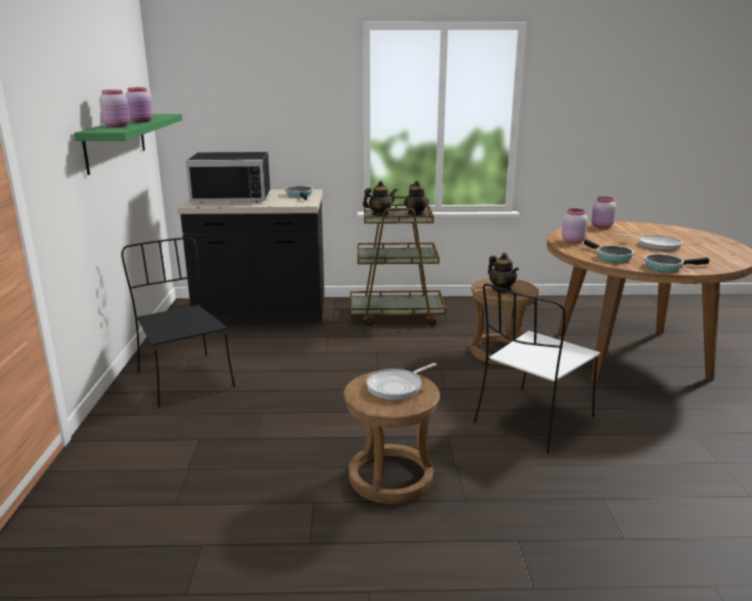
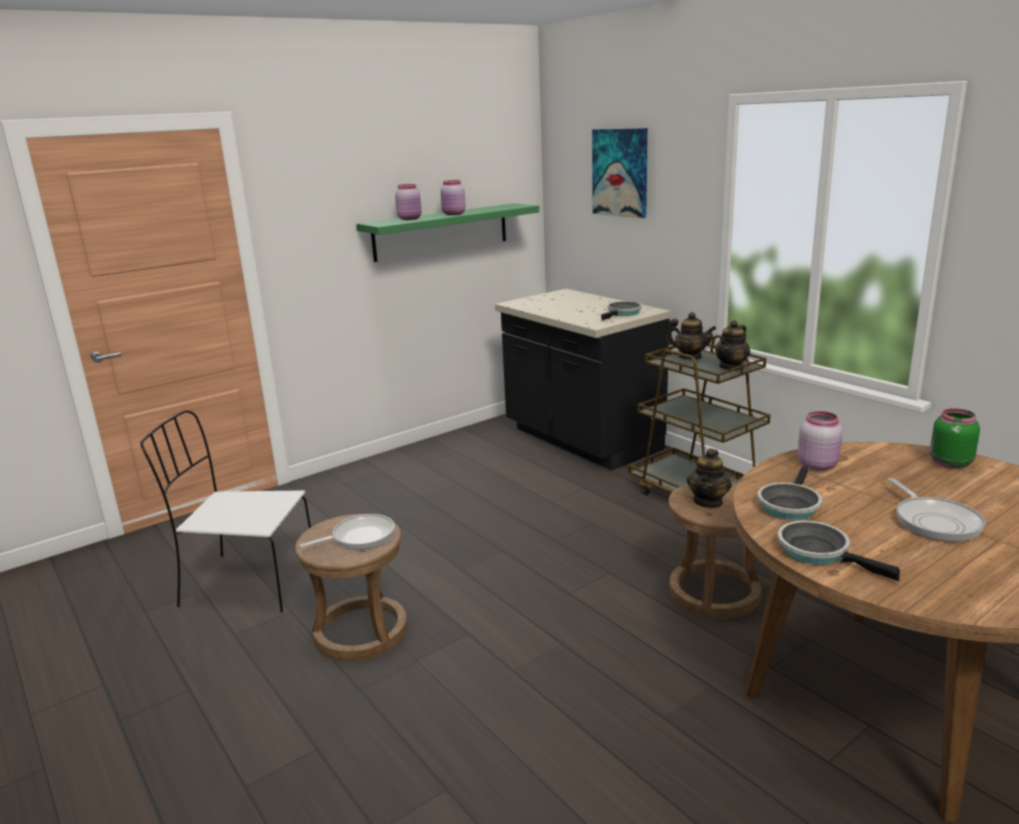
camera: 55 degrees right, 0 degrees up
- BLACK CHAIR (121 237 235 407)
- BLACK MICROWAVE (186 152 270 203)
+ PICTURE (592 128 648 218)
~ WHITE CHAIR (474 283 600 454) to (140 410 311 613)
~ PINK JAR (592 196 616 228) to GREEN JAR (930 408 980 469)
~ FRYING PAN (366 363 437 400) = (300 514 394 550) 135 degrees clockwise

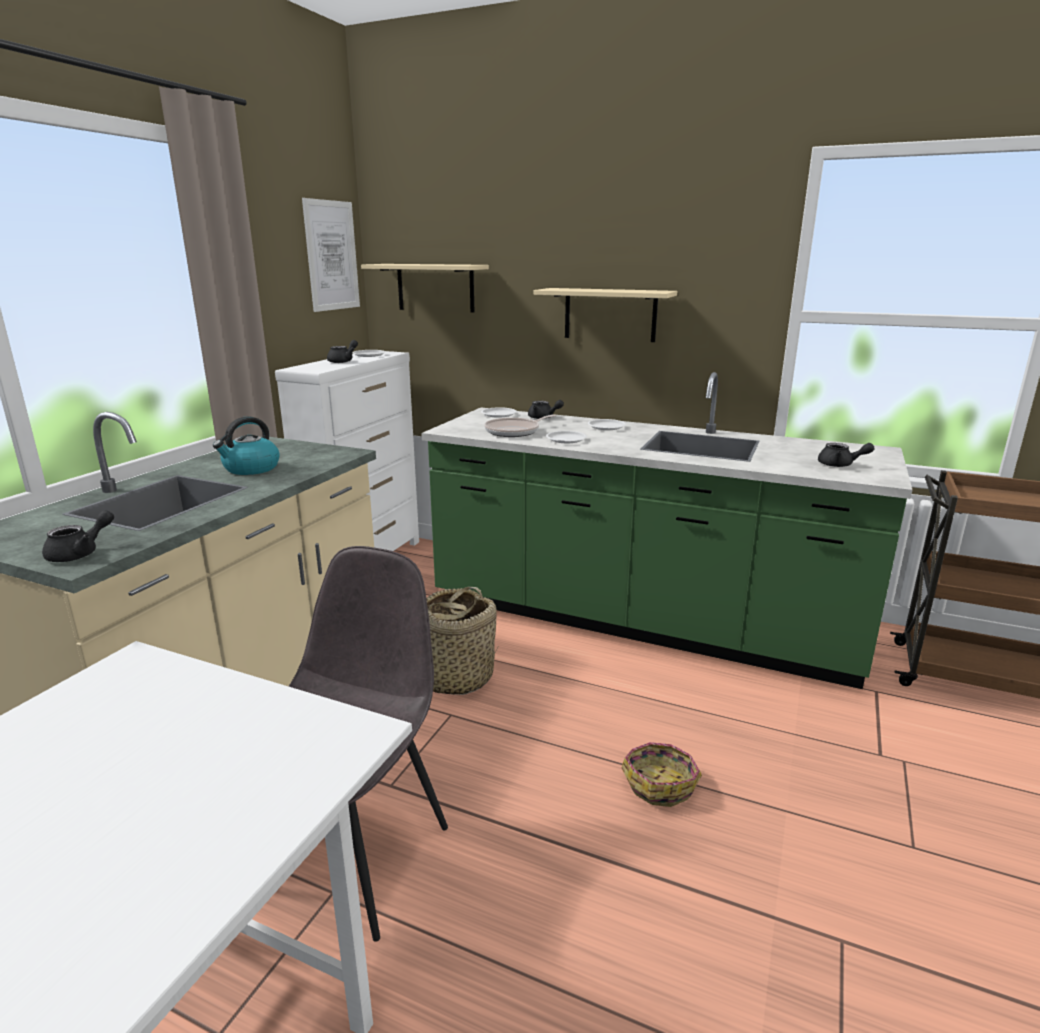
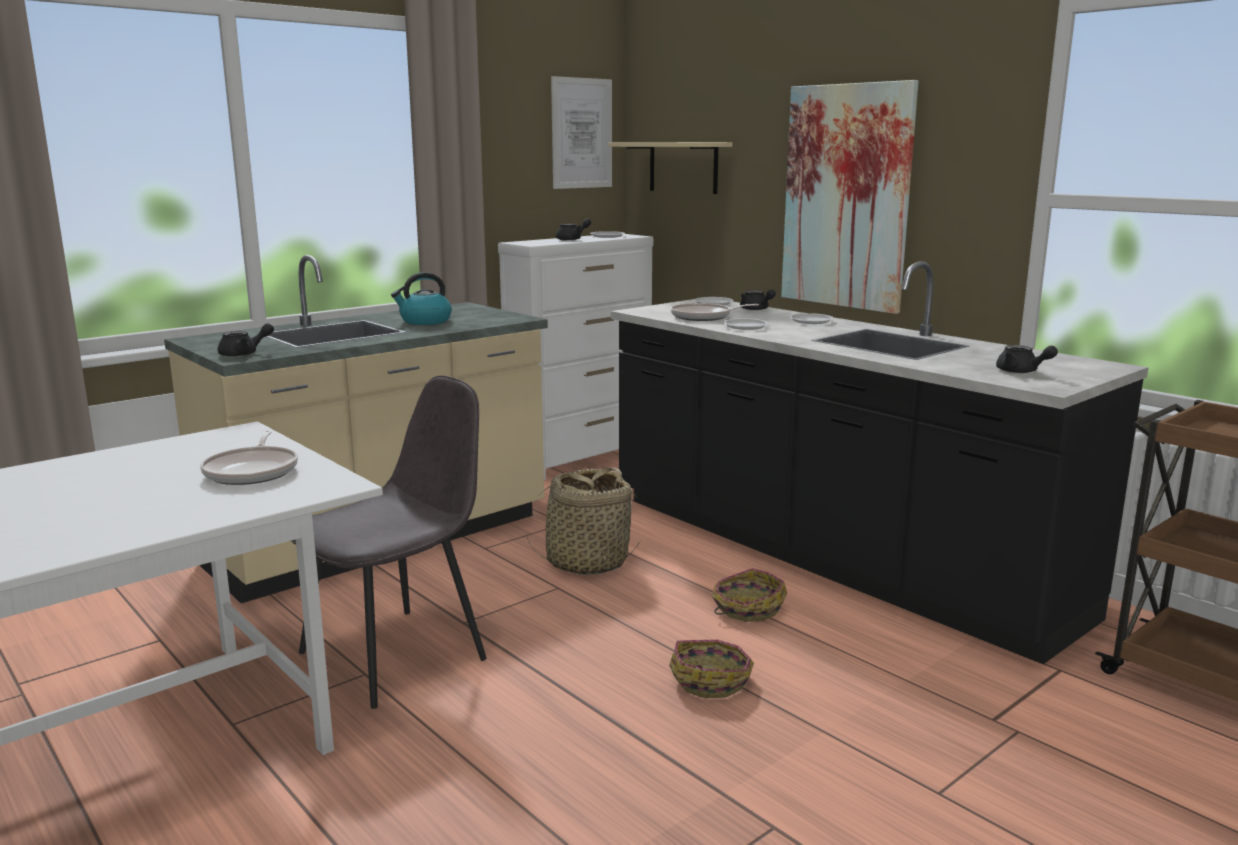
camera: 25 degrees right, 5 degrees down
+ FRYING PAN (200 431 298 485)
+ BASKET (712 568 787 622)
~ BEIGE SHELF (533 288 677 342) to PICTURE (781 80 919 314)
~ GREEN COUNTER (421 372 912 689) to BLACK COUNTER (611 261 1149 664)

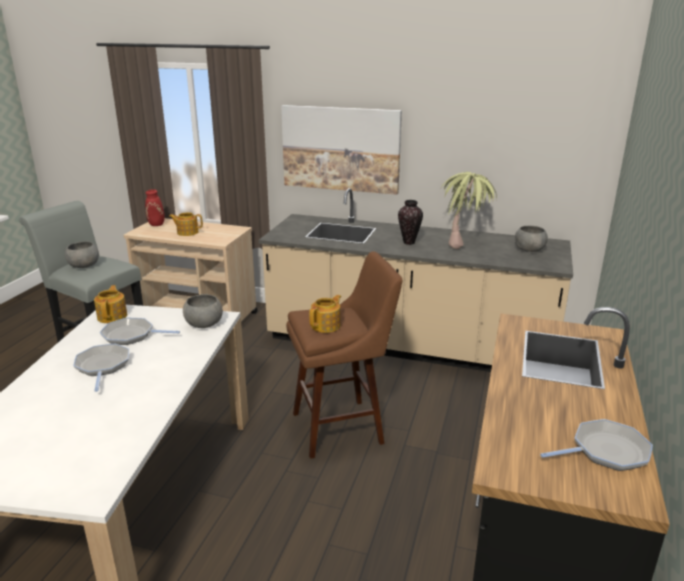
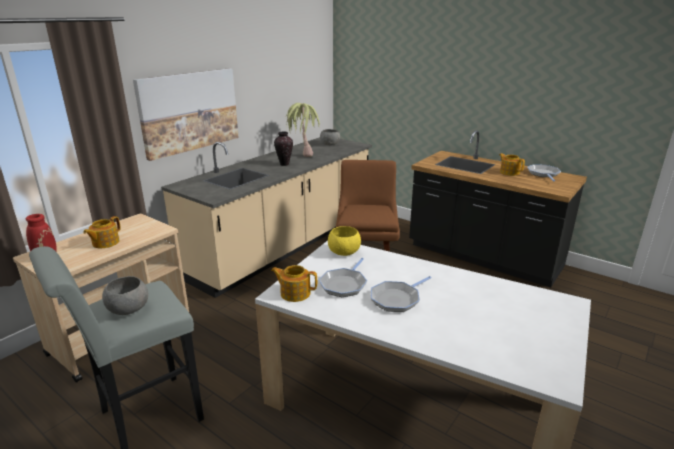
camera: 70 degrees left, 0 degrees up
~ TEAPOT (309 295 341 333) to (499 153 525 176)
~ GREY BOWL (183 294 223 328) to YELLOW BOWL (328 226 361 256)
~ FRYING PAN (73 344 129 392) = (371 276 432 312) 45 degrees counterclockwise

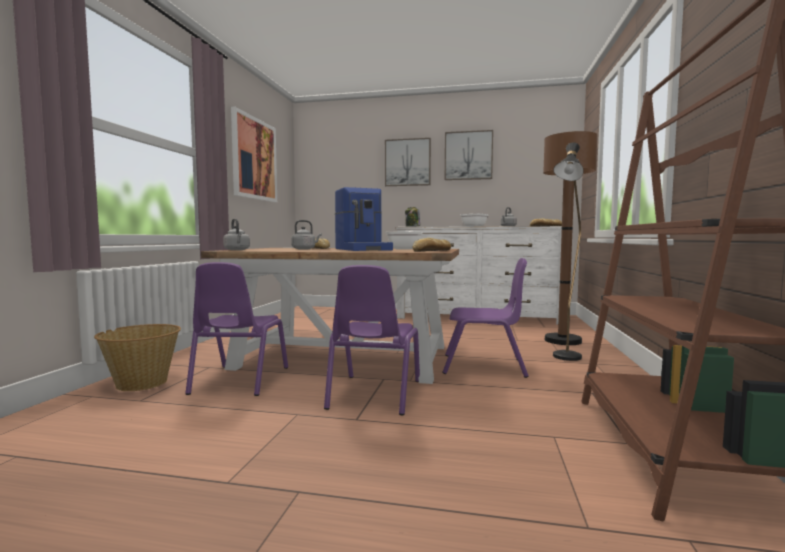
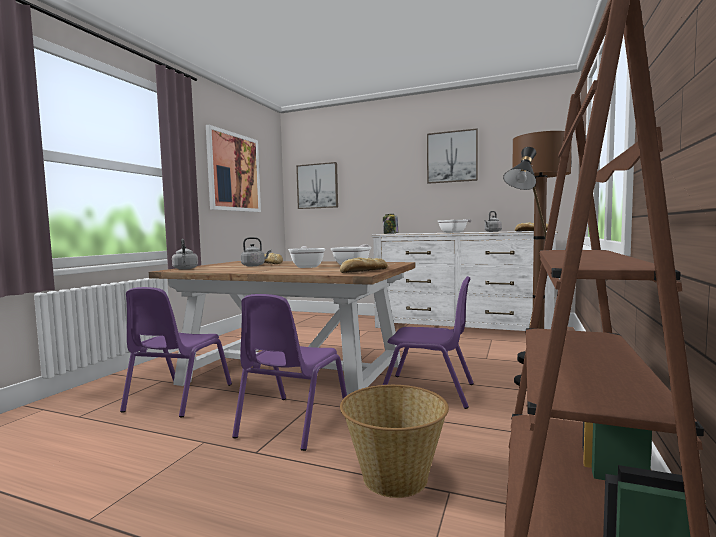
camera: 10 degrees right, 0 degrees up
~ BASKET (94 324 181 391) to (340 385 449 498)
~ PICTURE (385 138 431 186) to (296 162 338 209)
~ COFFEE MACHINE (335 187 393 251) to FRYING PAN (288 246 325 268)

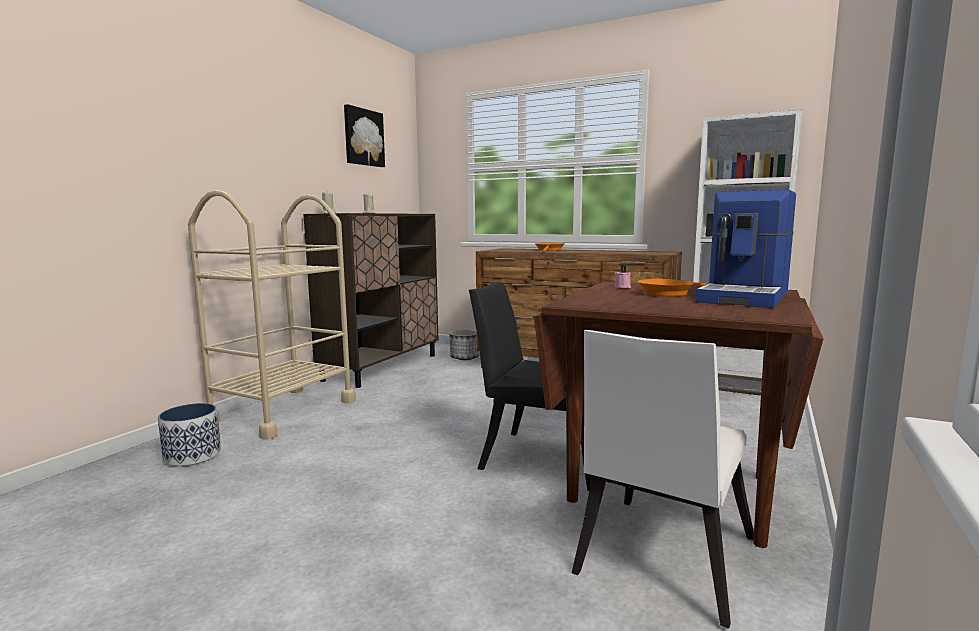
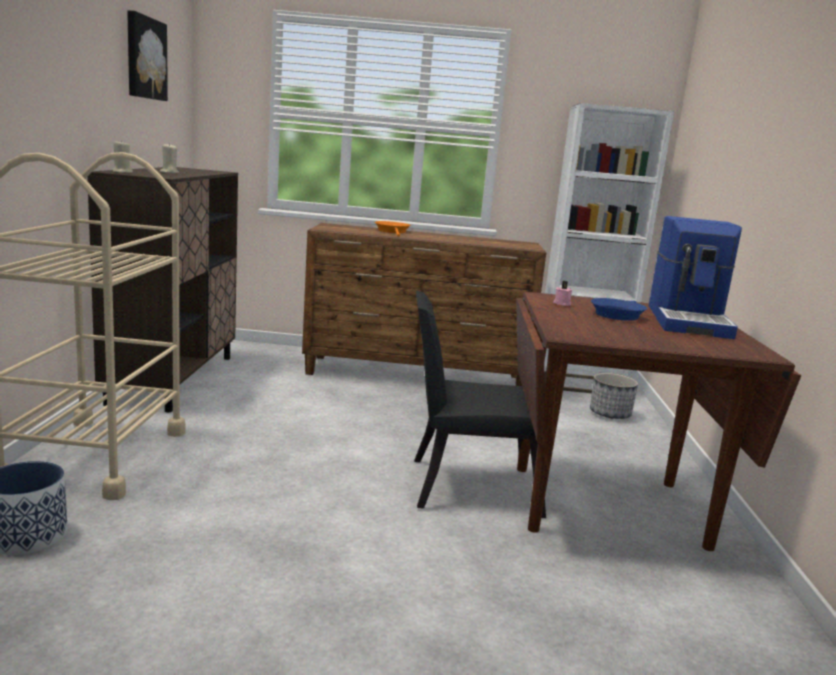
camera: 25 degrees left, 5 degrees up
- WHITE CHAIR (572 330 754 629)
~ PLANTER (449 330 480 360) to (590 373 638 419)
~ ORANGE FRYING PAN (638 279 706 296) to BLUE FRYING PAN (591 298 647 321)

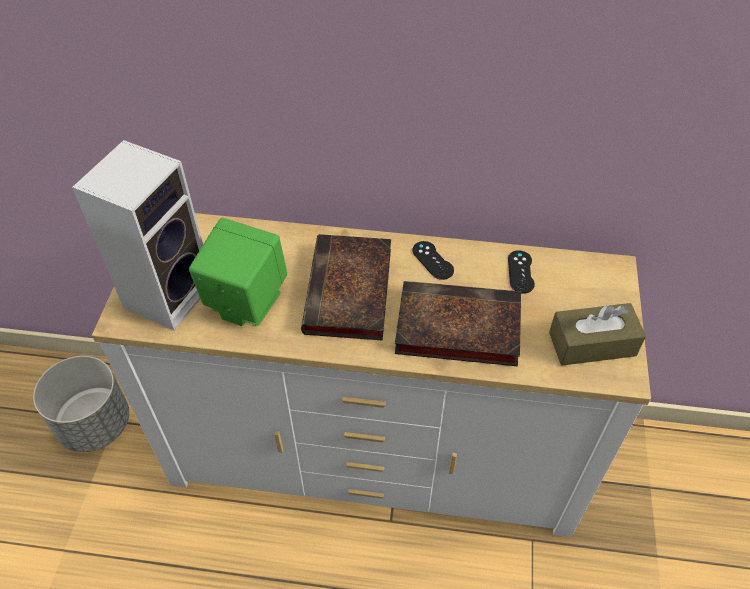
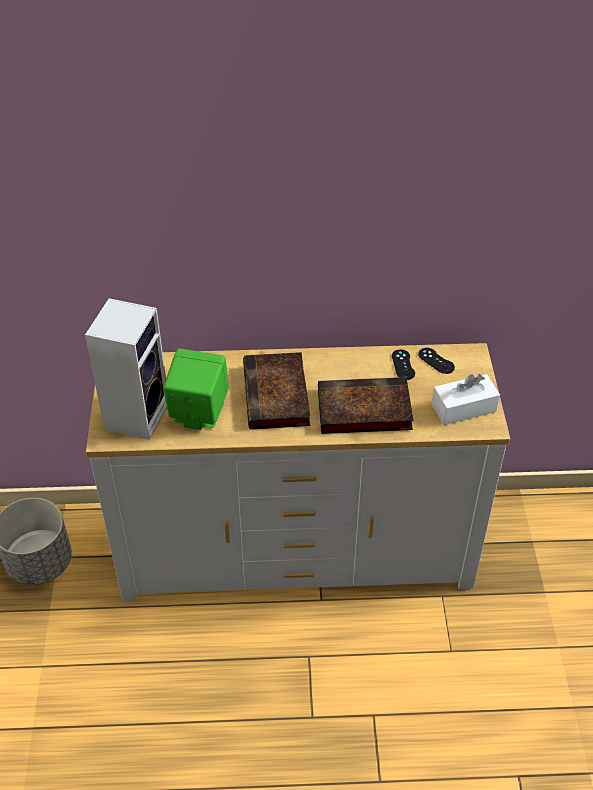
camera: 10 degrees left, 5 degrees down
~ BLACK GAME CONTROLLER (412 241 454 280) to (418 348 455 374)
~ BROWN TISSUE BOX (549 303 646 366) to WHITE TISSUE BOX (431 374 500 425)

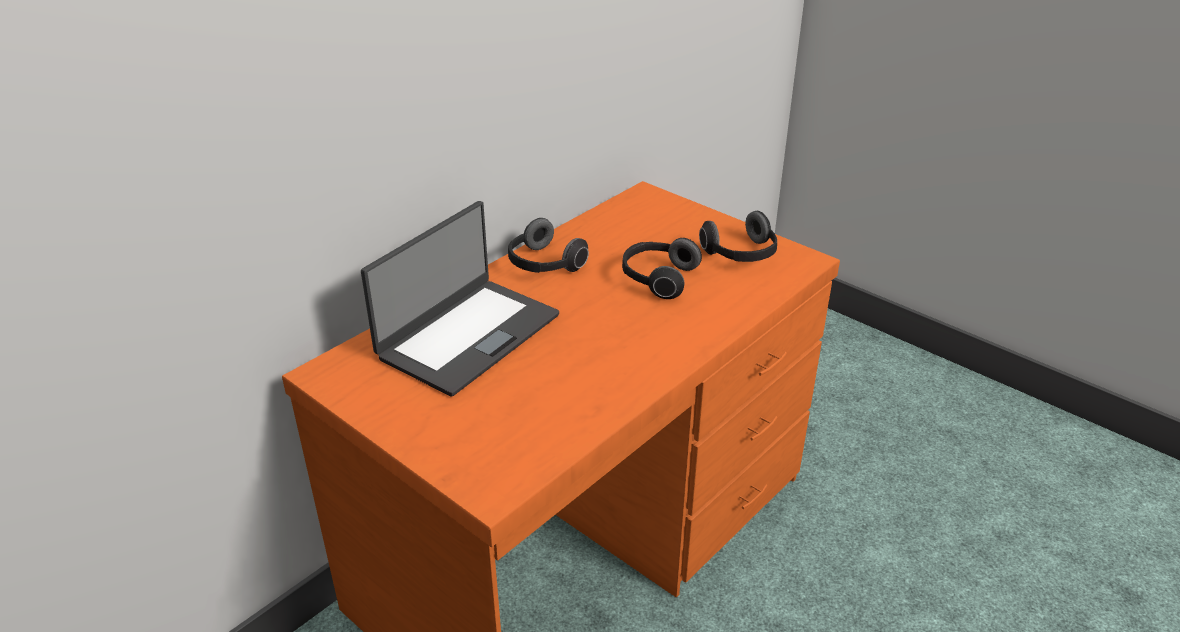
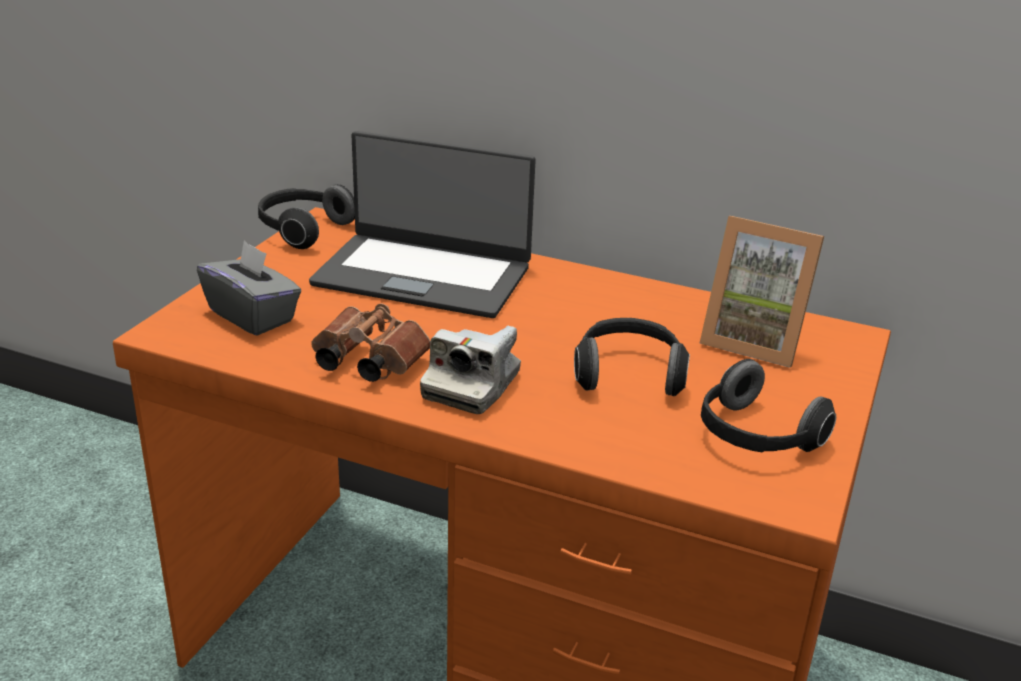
camera: 70 degrees right, 5 degrees down
+ GREY TISSUE BOX (197 240 301 336)
+ BROWN BINOCULARS (311 303 431 382)
+ PHOTO CAMERA (420 326 521 414)
+ PICTURE FRAME (699 216 824 368)
~ HEADPHONES (508 218 589 273) to (258 184 355 249)

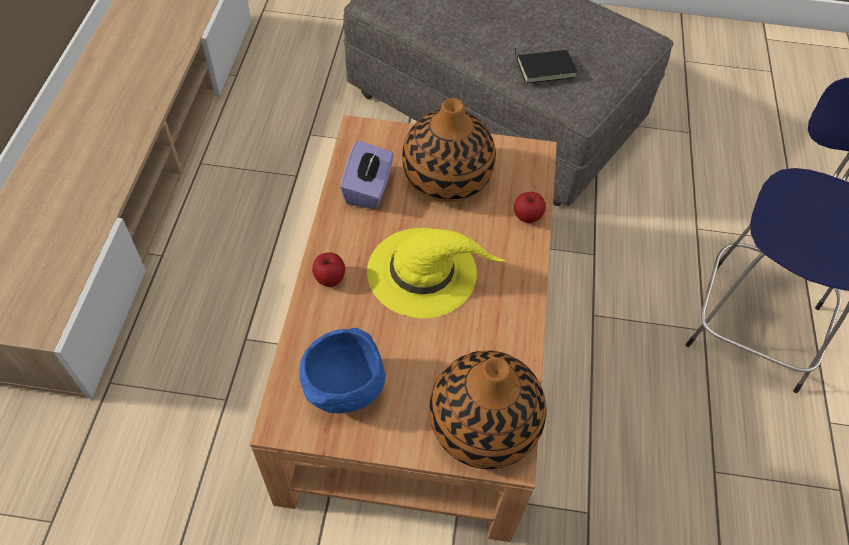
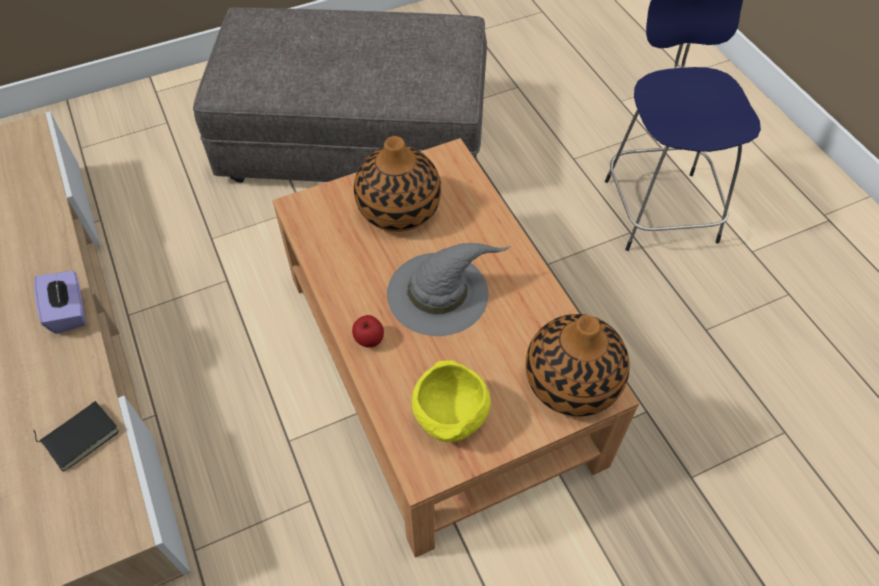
camera: 30 degrees left, 0 degrees up
- APPLE (514 192 546 223)
~ PURPLE TISSUE BOX (340 140 394 209) to (34 271 86 334)
~ BLACK BOOK (515 48 578 83) to (34 401 119 472)
~ BLUE BOWL (300 328 385 413) to YELLOW BOWL (412 360 491 442)
~ YELLOW HAT (367 228 506 318) to GREY HAT (387 243 511 336)

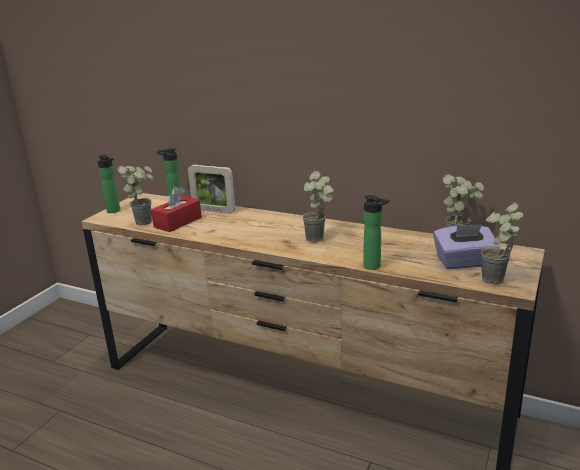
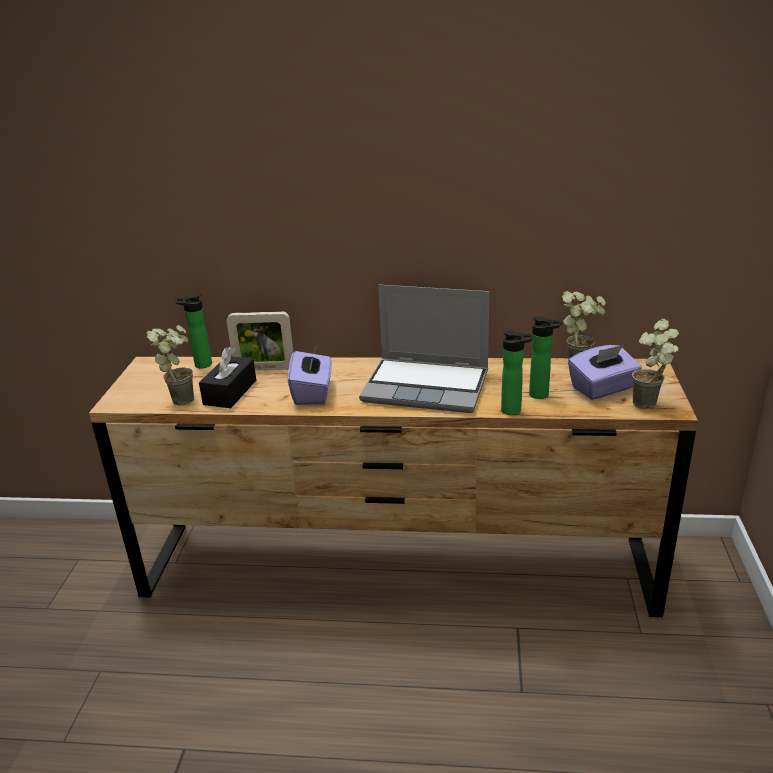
camera: 20 degrees left, 5 degrees up
+ PURPLE TISSUE BOX (288 345 332 405)
~ BOTTLE (98 155 120 213) to (529 316 562 399)
~ POTTED PLANT (302 171 334 242) to LAPTOP (359 284 490 413)
~ RED TISSUE BOX (151 187 202 232) to BLACK TISSUE BOX (199 347 256 408)

